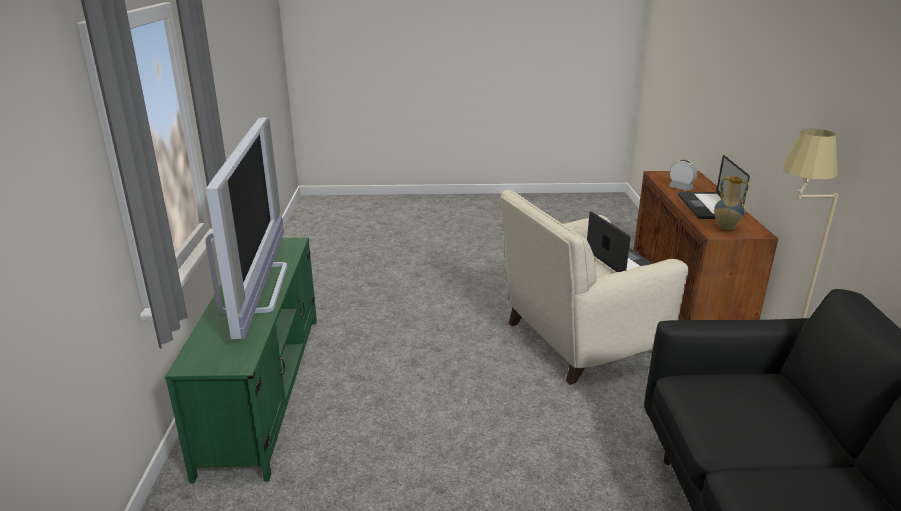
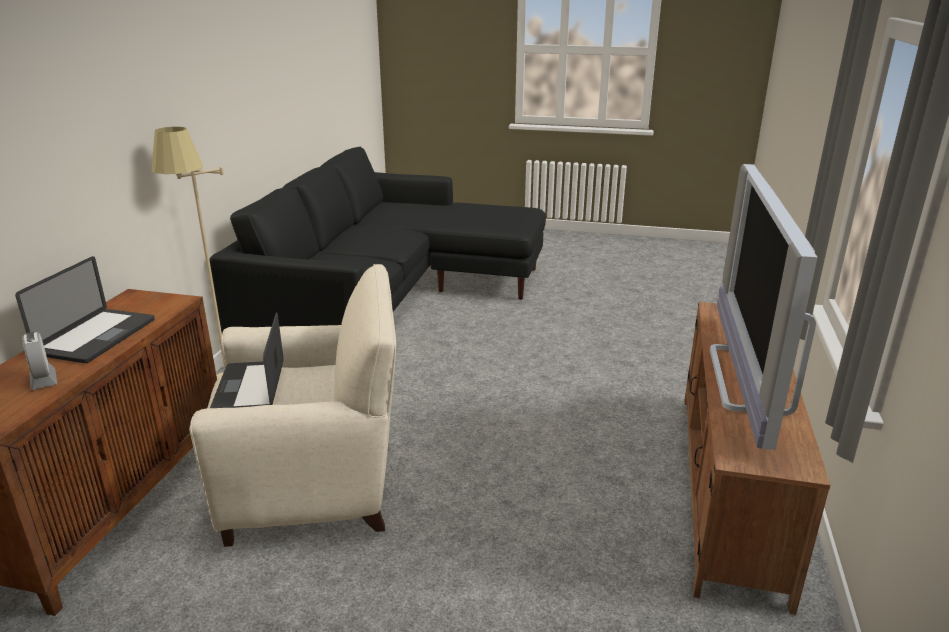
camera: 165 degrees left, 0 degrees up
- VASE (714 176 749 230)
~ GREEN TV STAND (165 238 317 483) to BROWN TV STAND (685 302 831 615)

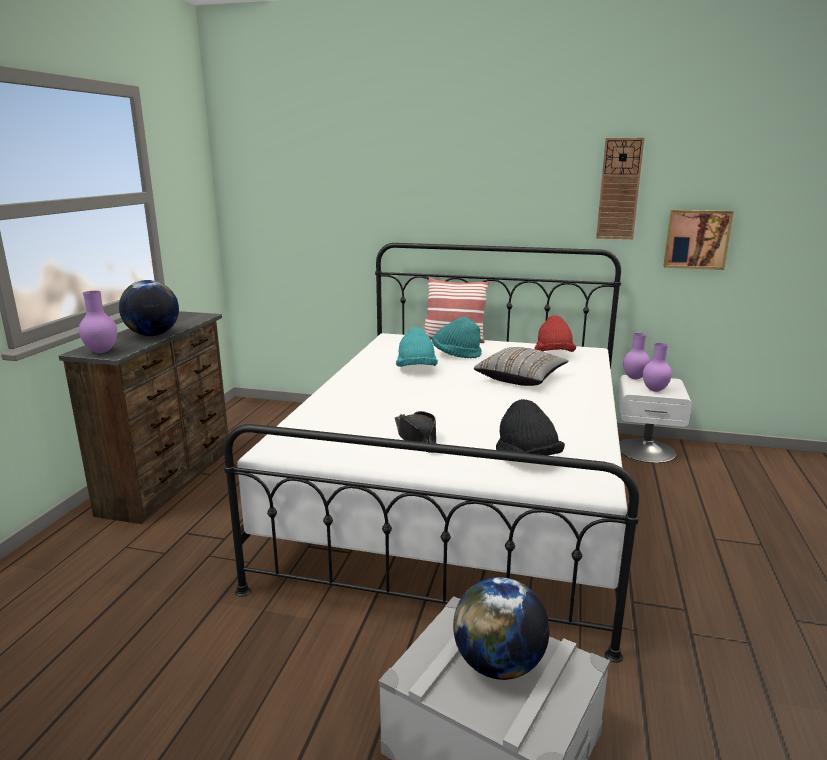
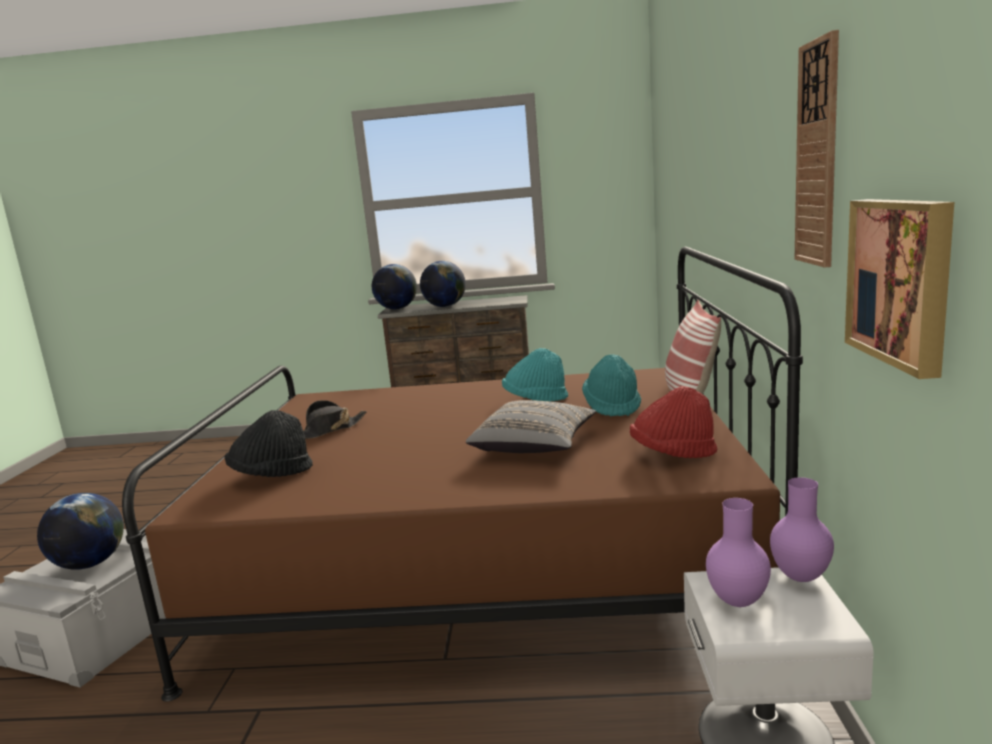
camera: 80 degrees right, 5 degrees down
~ PURPLE VASE (79 291 117 353) to GLOBE (372 264 417 309)
~ WHITE BED (224 243 639 663) to BROWN BED (122 247 803 701)

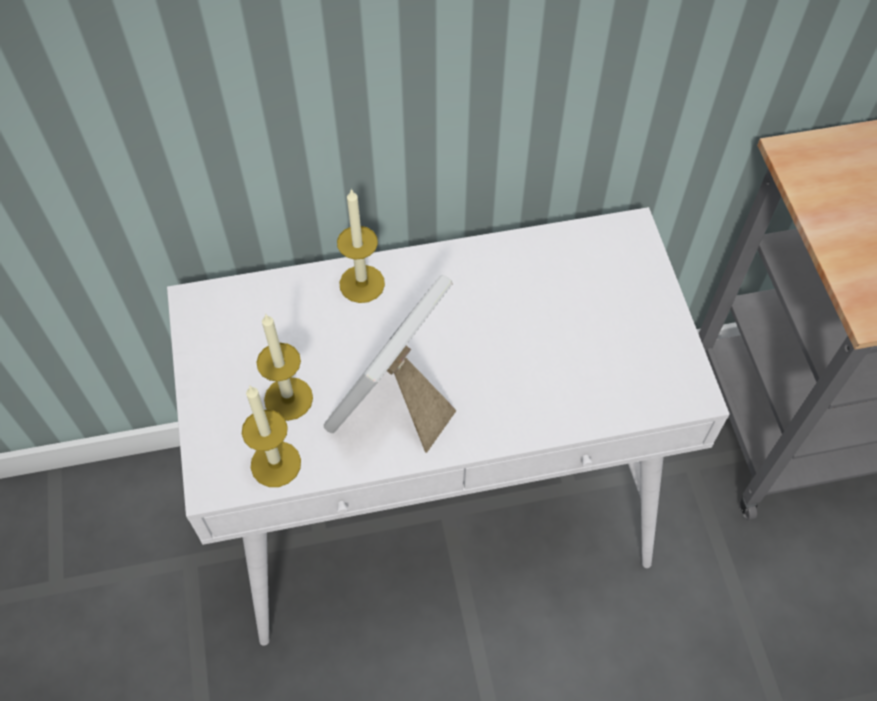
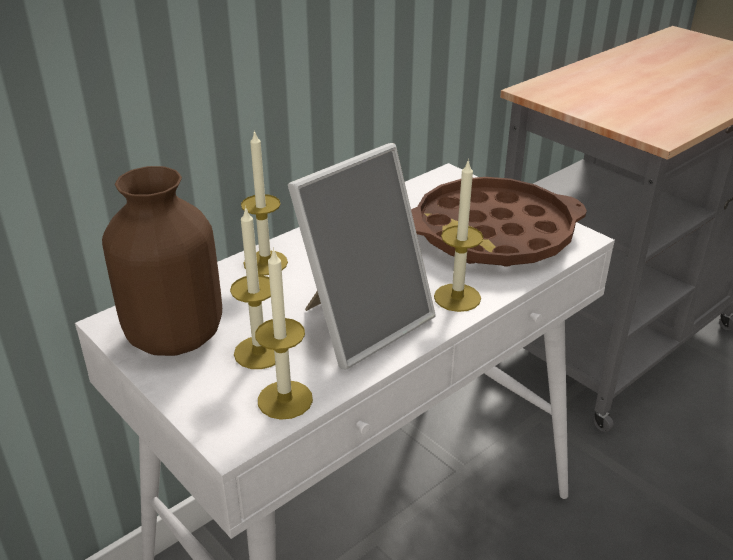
camera: 30 degrees left, 25 degrees down
+ BROWN VASE (102 166 222 356)
+ BROWN TRAY (411 177 587 266)
+ CANDLE (434 159 483 312)
~ PICTURE FRAME (324 275 457 453) = (288 143 436 370) 135 degrees counterclockwise

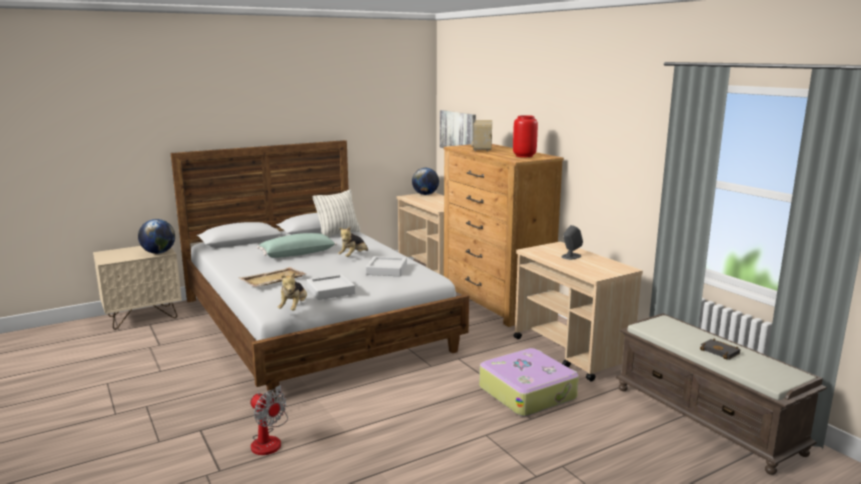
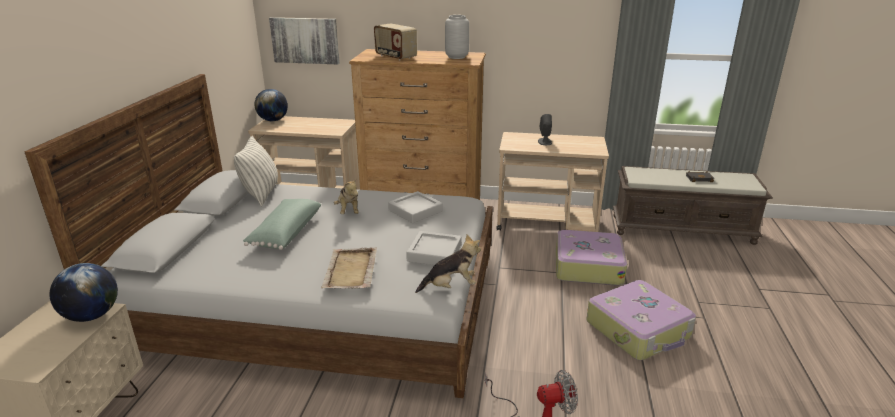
camera: 50 degrees left, 10 degrees up
+ SUITCASE (586 280 696 360)
~ RED VASE (513 115 538 157) to GREY VASE (445 15 469 59)
~ PLUSH TOY (278 273 307 311) = (415 234 481 293) 60 degrees counterclockwise

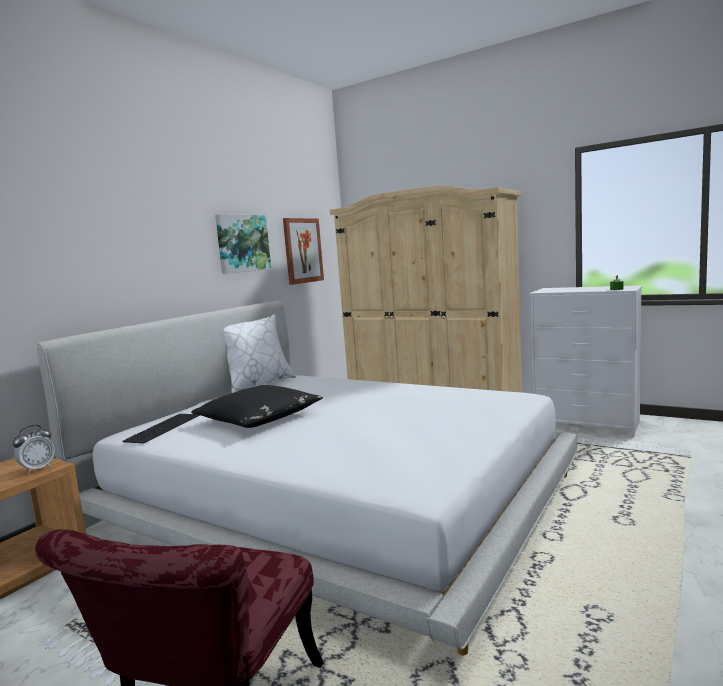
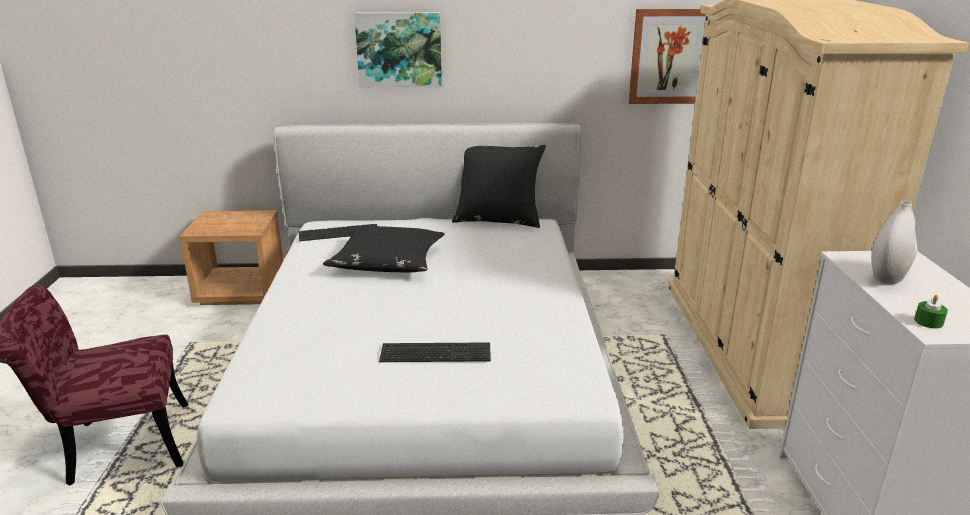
camera: 55 degrees right, 15 degrees up
- ALARM CLOCK (13 425 55 474)
+ KEYBOARD (379 342 491 362)
+ WHITE VASE (872 201 917 284)
~ PICTURE (215 214 271 274) to (354 12 442 87)
~ WHITE PILLOW (224 314 296 393) to BLACK PILLOW (452 145 546 228)

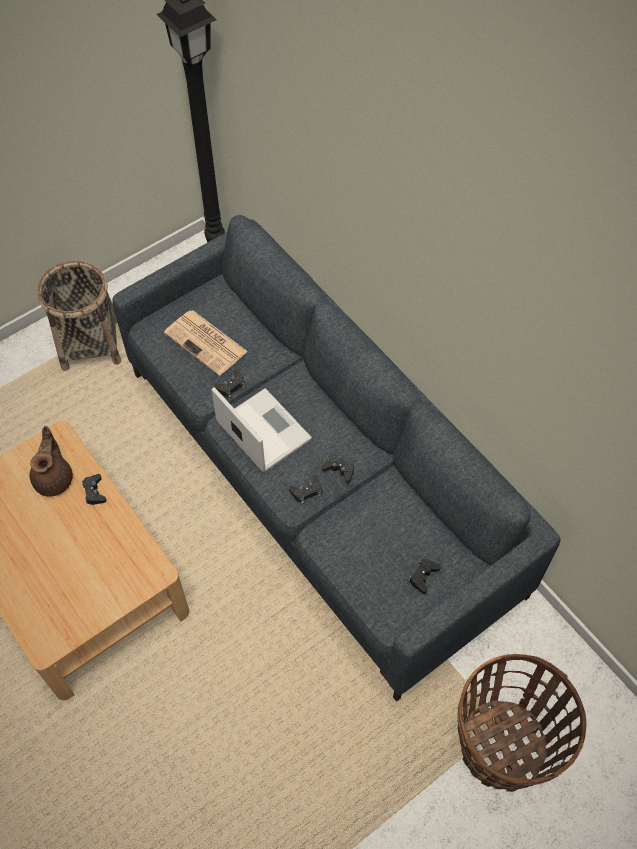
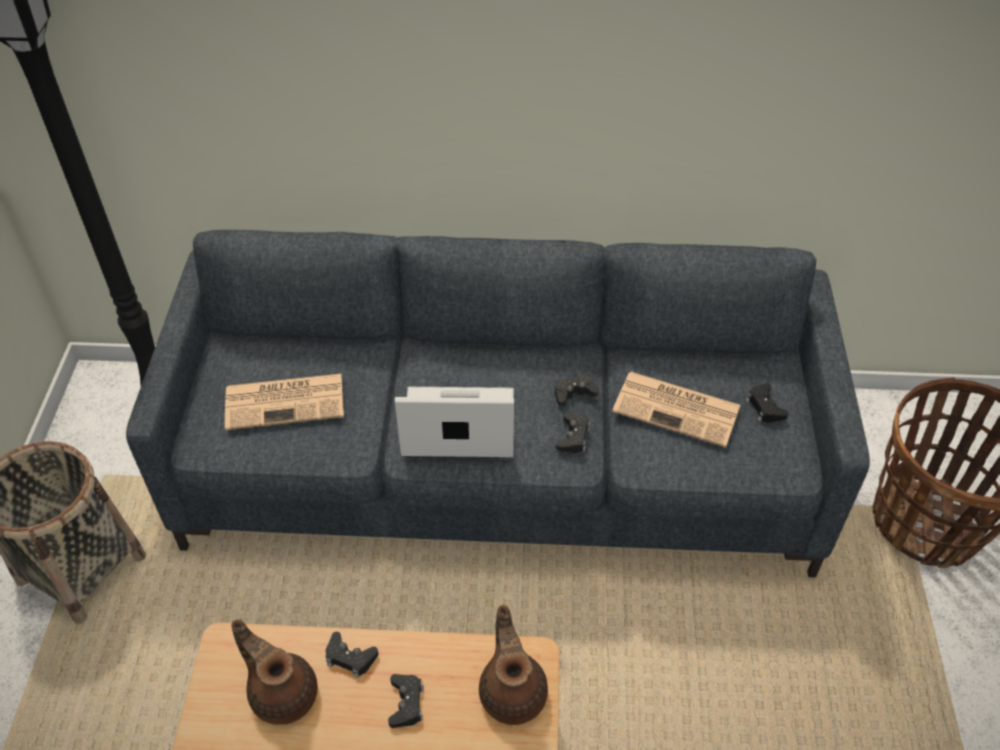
camera: 50 degrees left, 10 degrees down
+ BROWN TEAPOT (479 605 548 725)
+ NEWSPAPER (612 372 740 448)
~ BLACK GAME CONTROLLER (214 370 245 398) to (388 674 424 728)

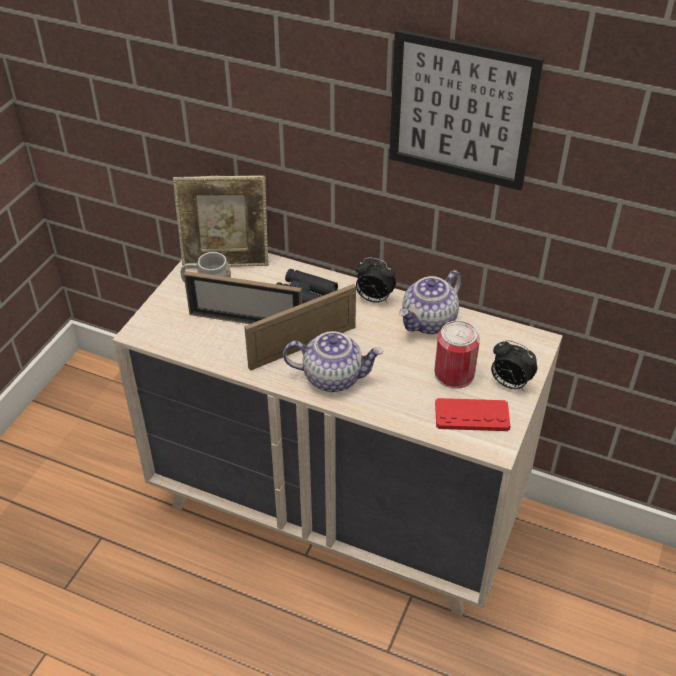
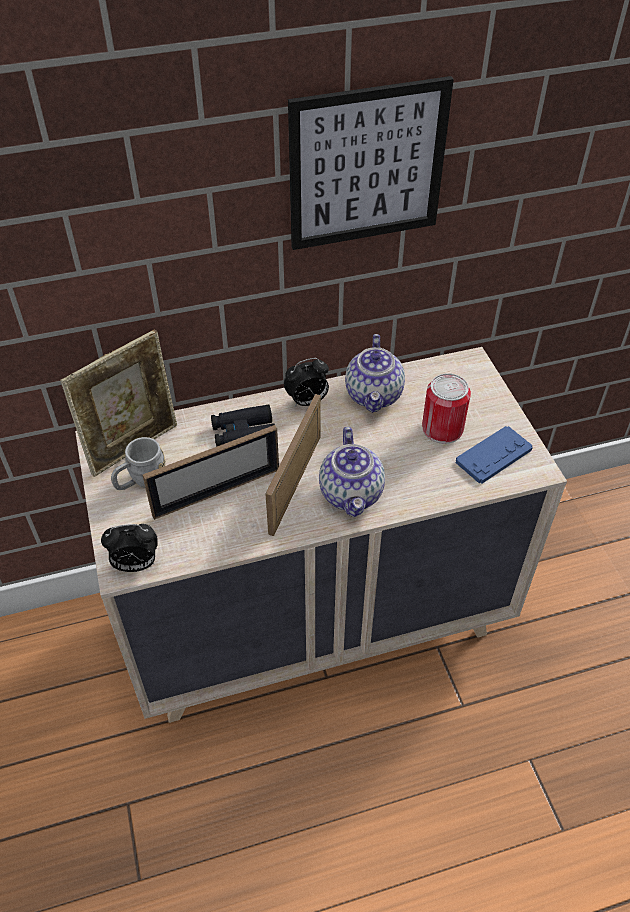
camera: 40 degrees left, 5 degrees up
~ ALARM CLOCK (491 340 537 391) to (101 524 158 572)
~ RED GAME CONTROLLER (435 398 510 431) to BLUE GAME CONTROLLER (456 426 533 483)
~ TEAPOT (283 331 383 392) = (319 427 385 517) 120 degrees clockwise

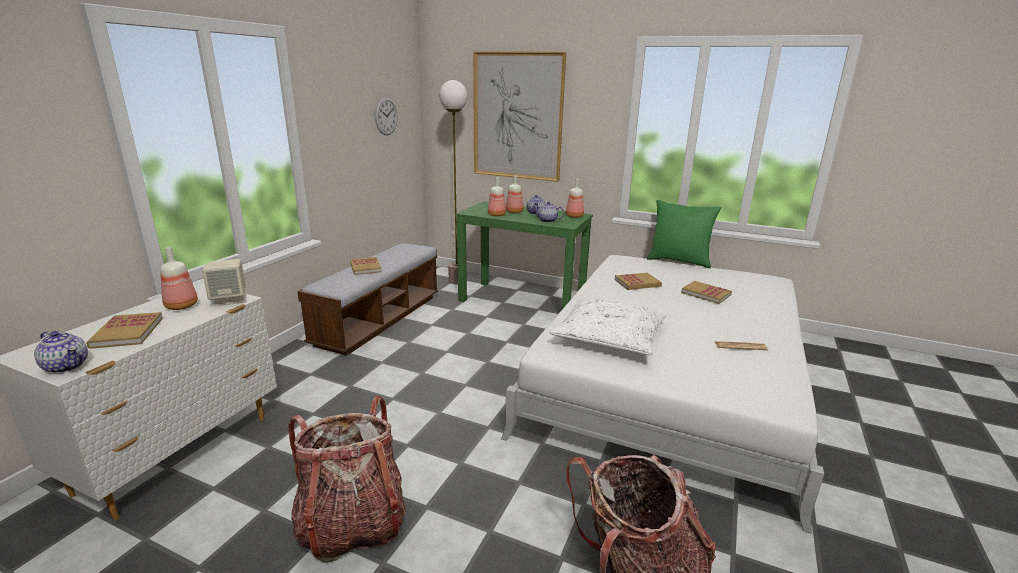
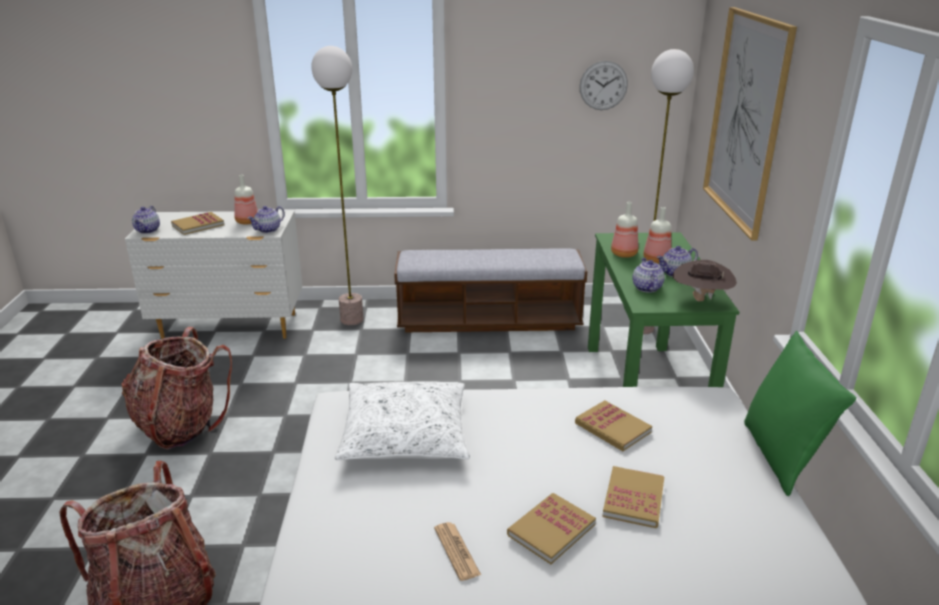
camera: 65 degrees right, 5 degrees up
+ FLOOR LAMP (311 46 363 325)
~ BOOK (350 257 382 275) to (507 493 596 564)
~ BEIGE SPEAKER (202 259 246 306) to TEAPOT (248 206 285 233)
~ BOTTLE (566 179 584 218) to BROWN HAT (672 260 737 301)

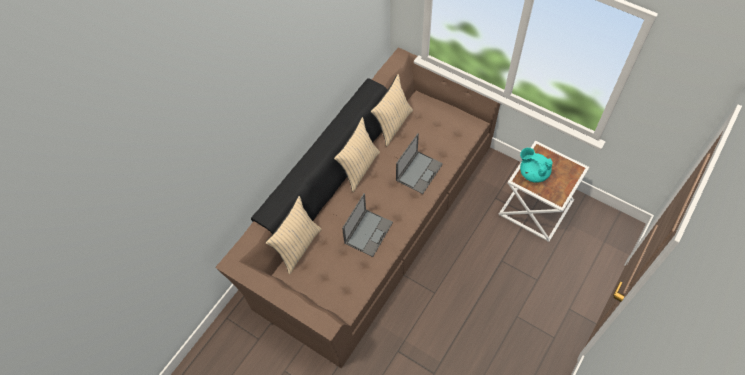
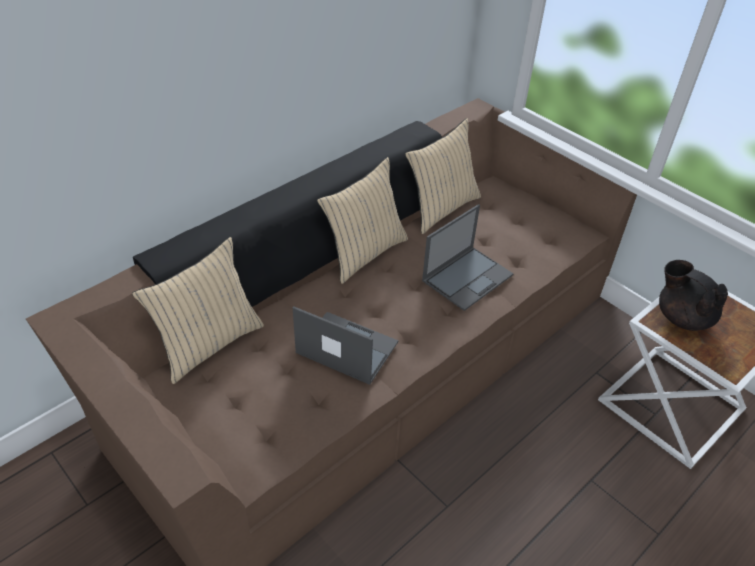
camera: 10 degrees right, 15 degrees down
~ TURQUOISE TEAPOT (520 148 553 183) to BLACK TEAPOT (659 260 728 331)
~ LAPTOP (342 193 393 257) = (293 306 398 385) 105 degrees counterclockwise

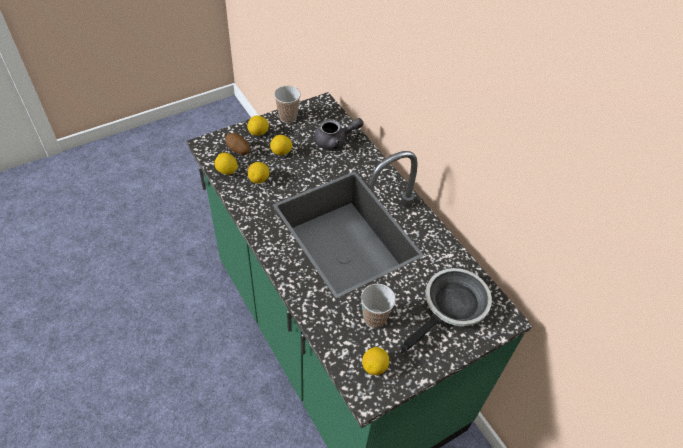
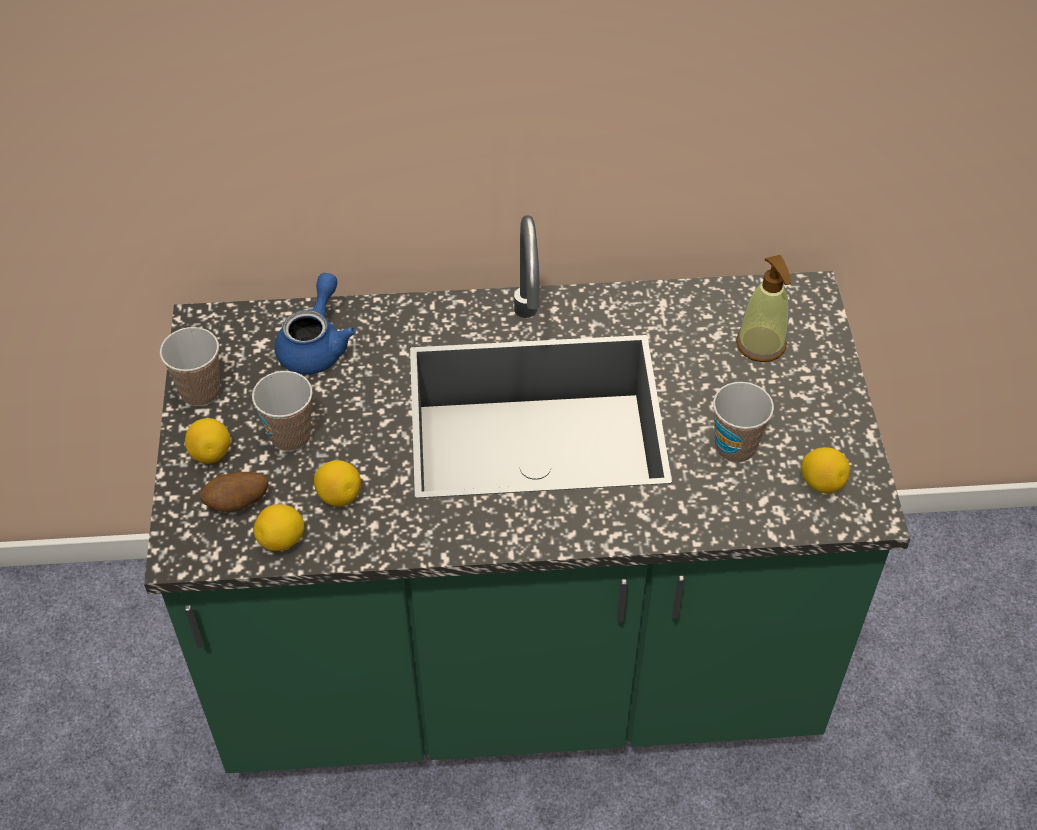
camera: 60 degrees left, 0 degrees up
~ LEMON (270 135 292 155) to CUP (252 371 313 451)
~ FRYING PAN (401 268 492 354) to SOAP DISPENSER (736 255 791 362)
~ GREY TEAPOT (314 118 364 150) to BLUE TEAPOT (275 273 356 375)

